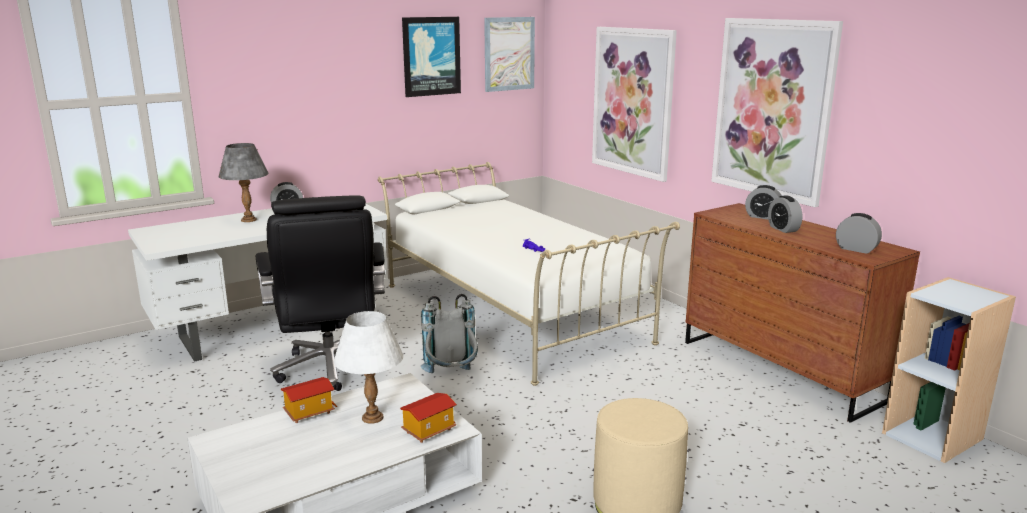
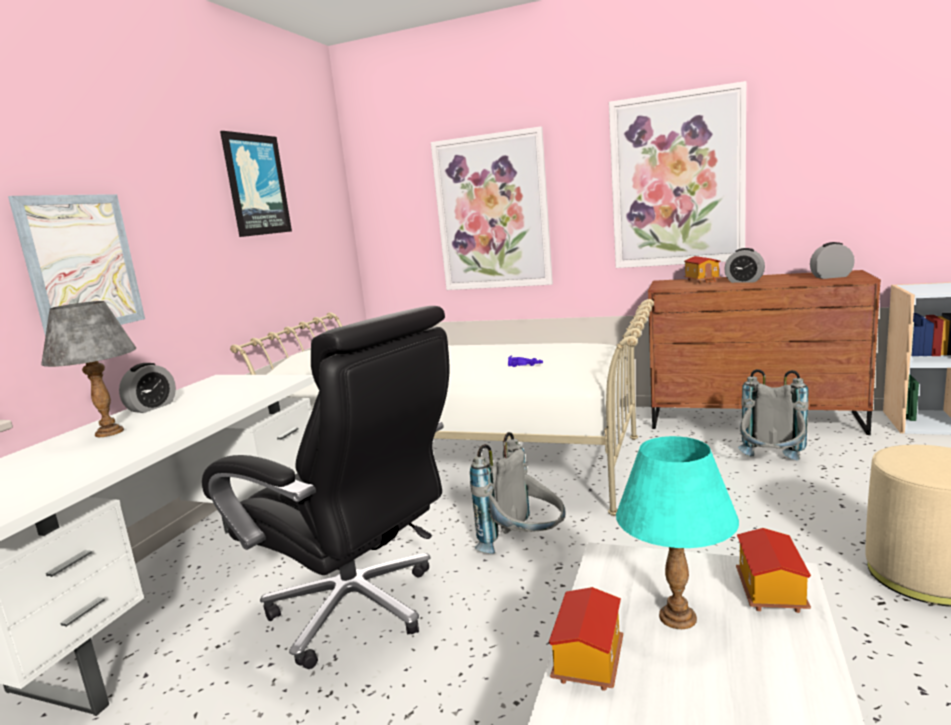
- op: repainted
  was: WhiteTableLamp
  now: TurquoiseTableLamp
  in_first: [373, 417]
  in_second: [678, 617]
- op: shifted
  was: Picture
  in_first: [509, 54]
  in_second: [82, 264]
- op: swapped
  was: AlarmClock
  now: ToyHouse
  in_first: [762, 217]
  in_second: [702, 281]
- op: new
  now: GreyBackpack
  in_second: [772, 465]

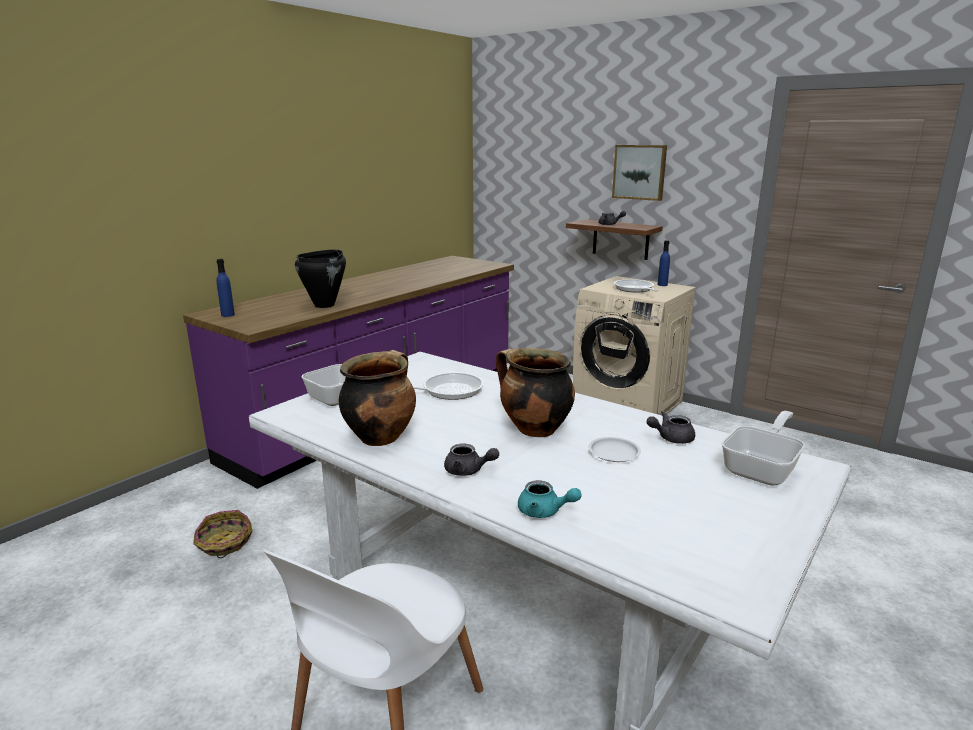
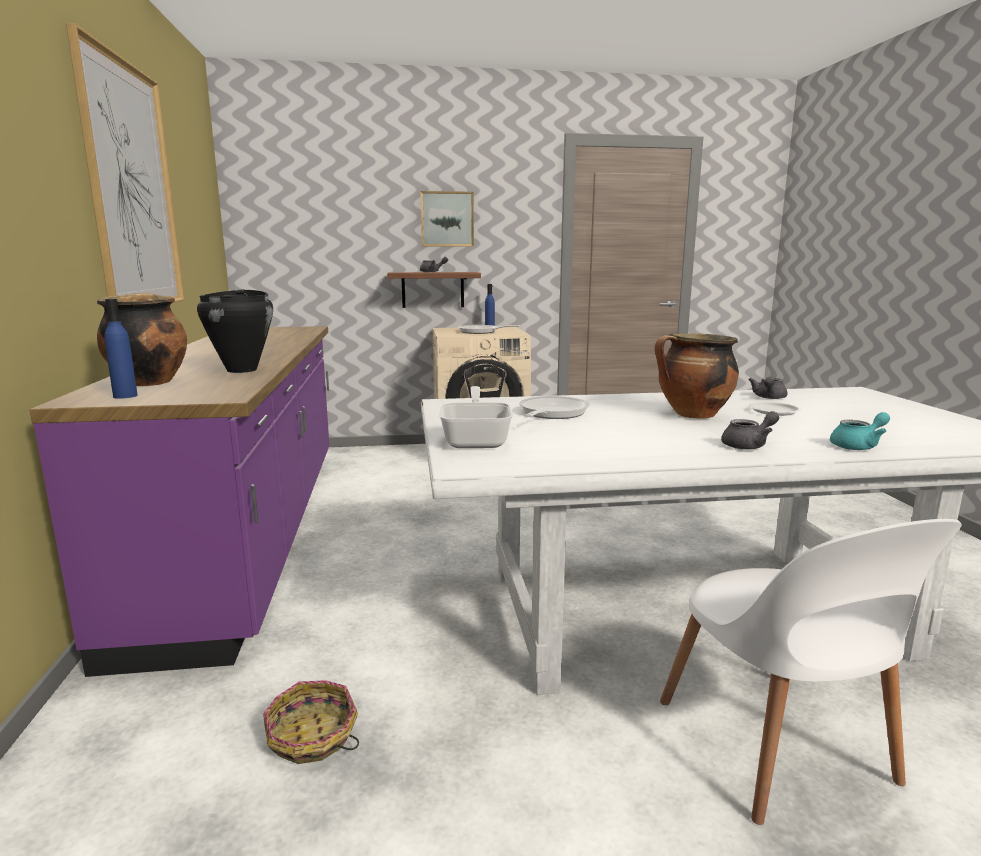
- op: shifted
  was: CookingPot
  in_first: [380, 436]
  in_second: [148, 382]
- op: gone
  was: FryingPan
  in_first: [763, 468]
- op: new
  now: Picture
  in_second: [132, 187]

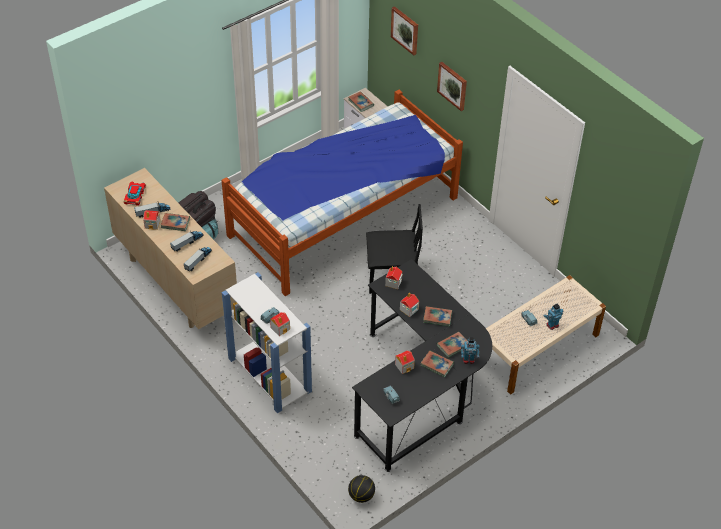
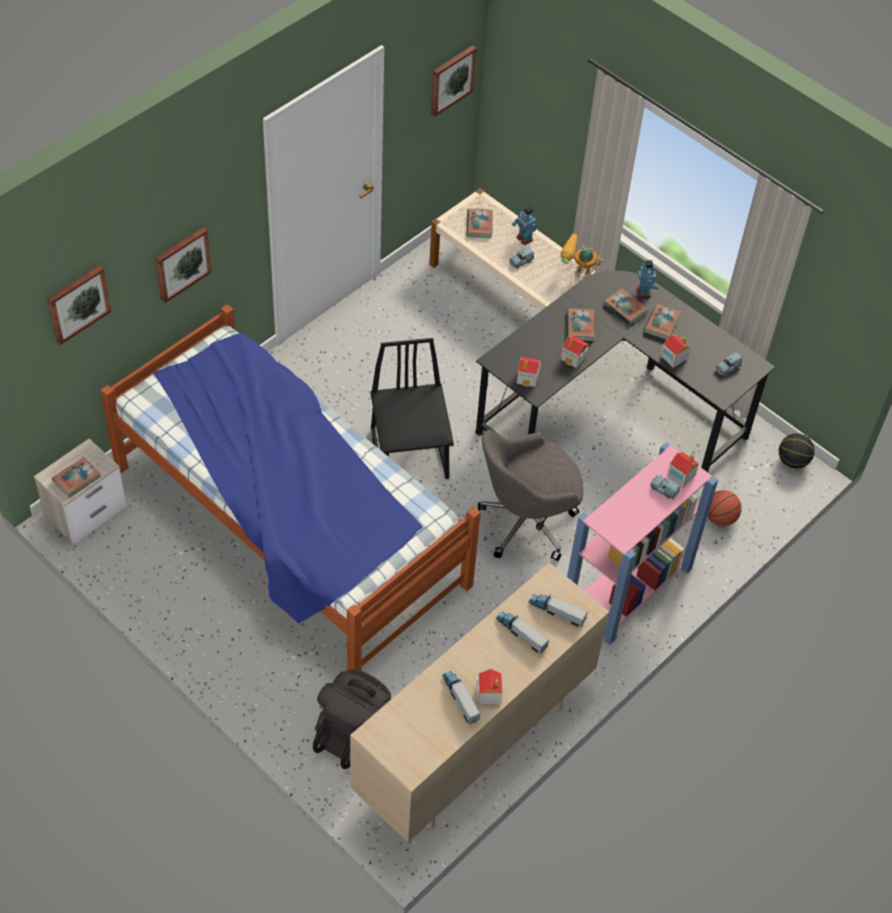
- op: gone
  was: ToyCar
  in_first: [135, 195]
- op: shifted
  was: Book
  in_first: [175, 223]
  in_second: [479, 225]
- op: repainted
  was: WhiteBookcase
  now: PinkBookcase
  in_first: [269, 374]
  in_second: [626, 587]
- op: new
  now: Picture
  in_second: [451, 79]
- op: new
  now: GreyOfficeChair
  in_second: [526, 524]
- op: new
  now: ToyRobot
  in_second: [576, 273]
- op: new
  now: Basketball
  in_second: [720, 518]

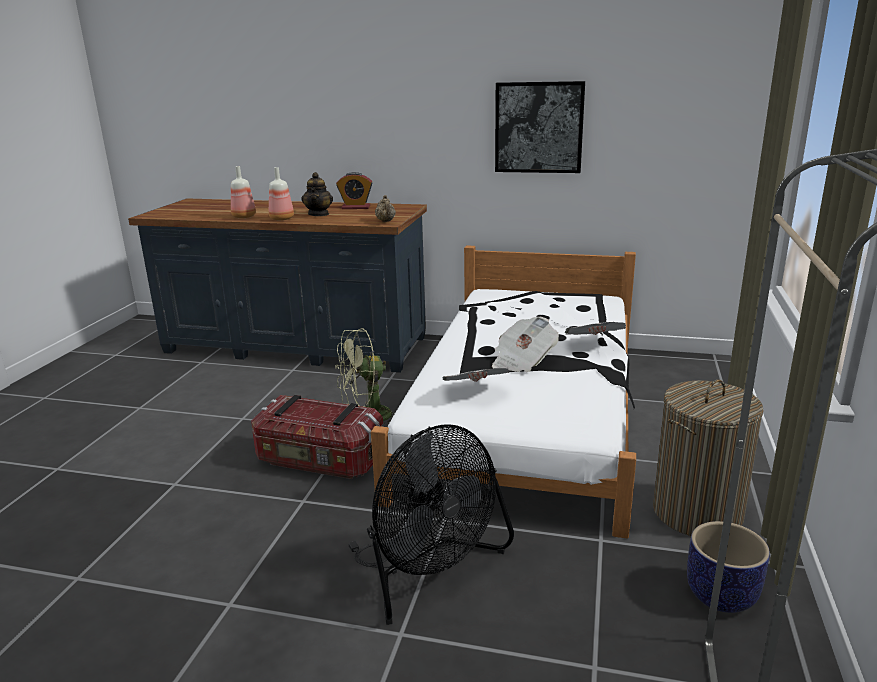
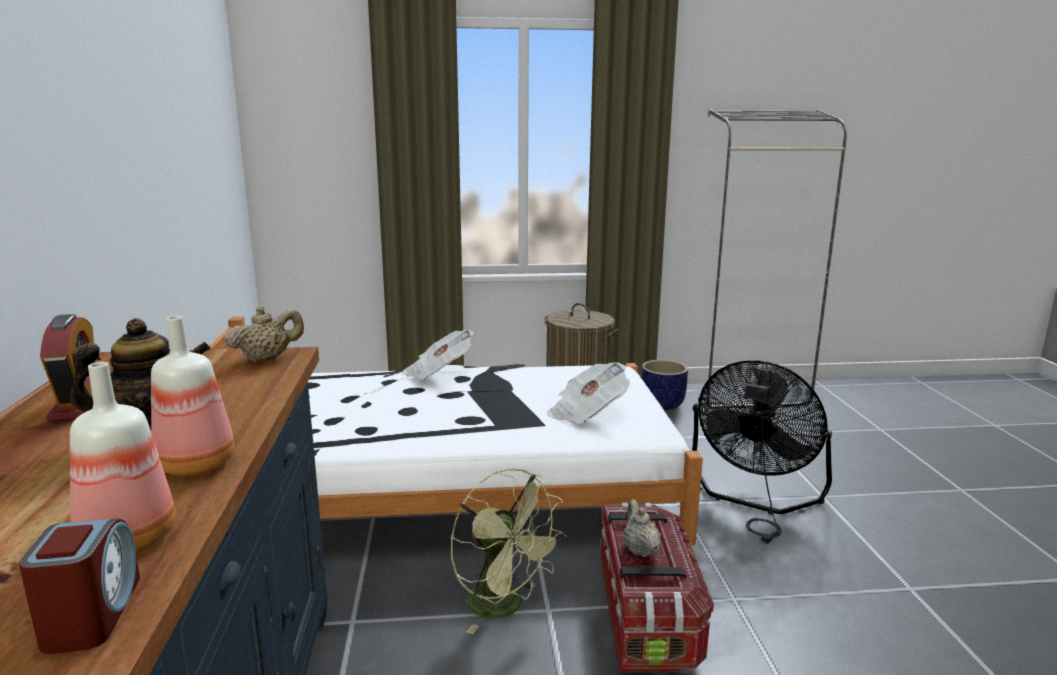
- op: gone
  was: Newspaper
  in_first: [522, 362]
- op: gone
  was: Picture
  in_first: [539, 127]
- op: new
  now: AlarmClock
  in_second: [92, 614]
- op: new
  now: BeigeTeapot
  in_second: [639, 549]

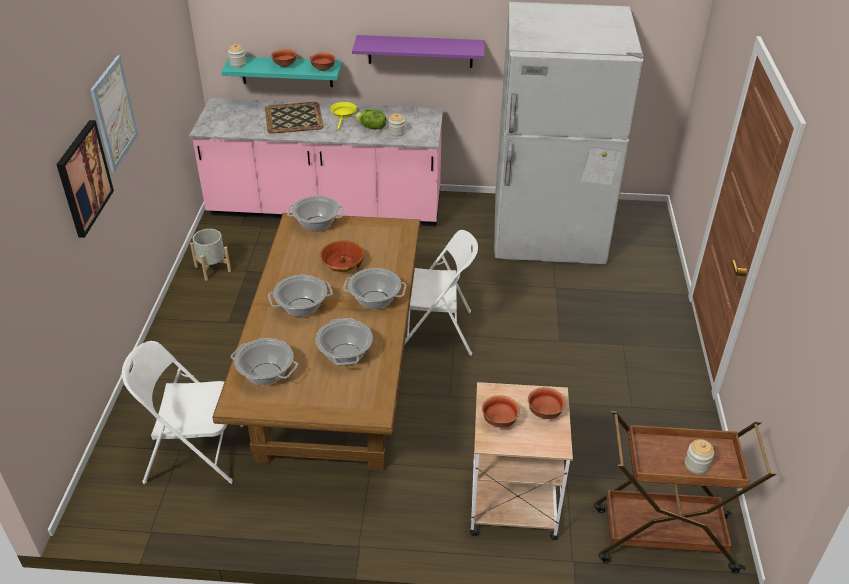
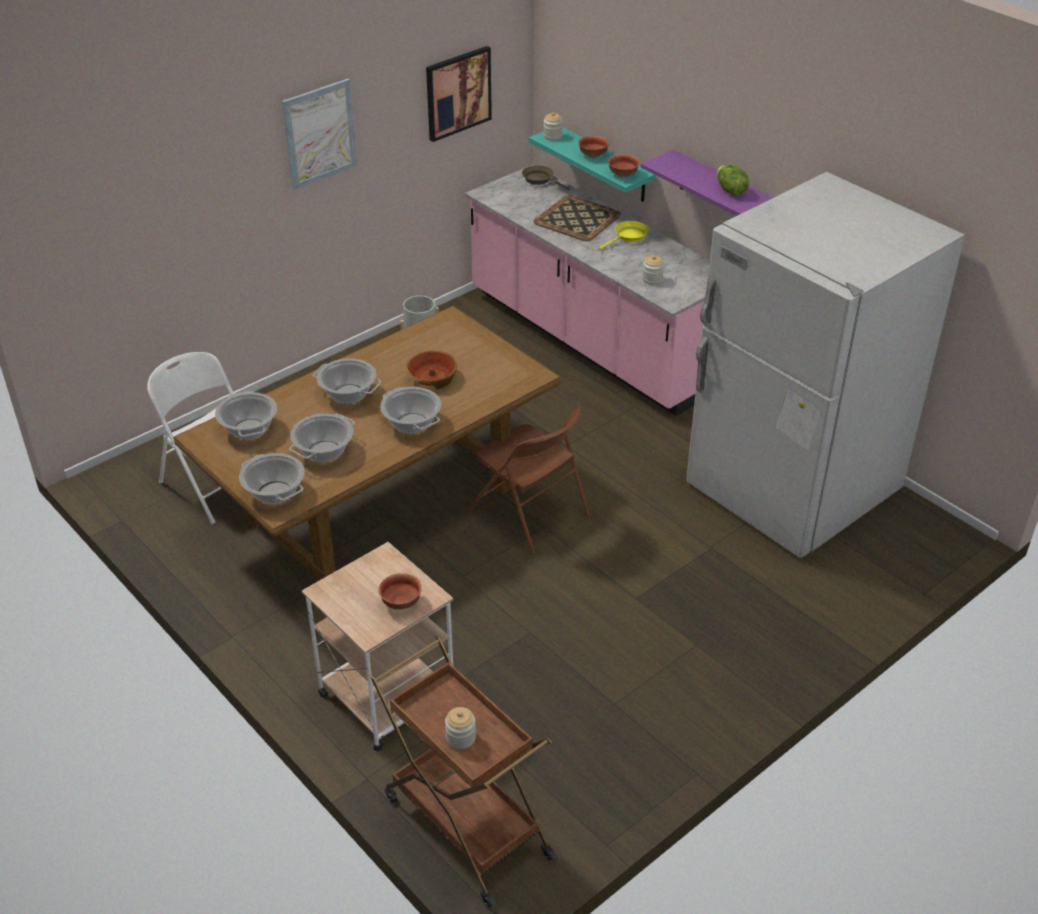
- op: shifted
  was: Picture
  in_first: [83, 178]
  in_second: [458, 93]
- op: shifted
  was: CookingPot
  in_first: [316, 224]
  in_second: [274, 493]
- op: shifted
  was: Lettuce
  in_first: [371, 127]
  in_second: [730, 190]
- op: repainted
  was: WhiteChair
  now: BrownChair
  in_first: [434, 332]
  in_second: [528, 512]
- op: gone
  was: Bowl
  in_first: [499, 421]
- op: new
  now: BrownFryingPan
  in_second: [540, 180]

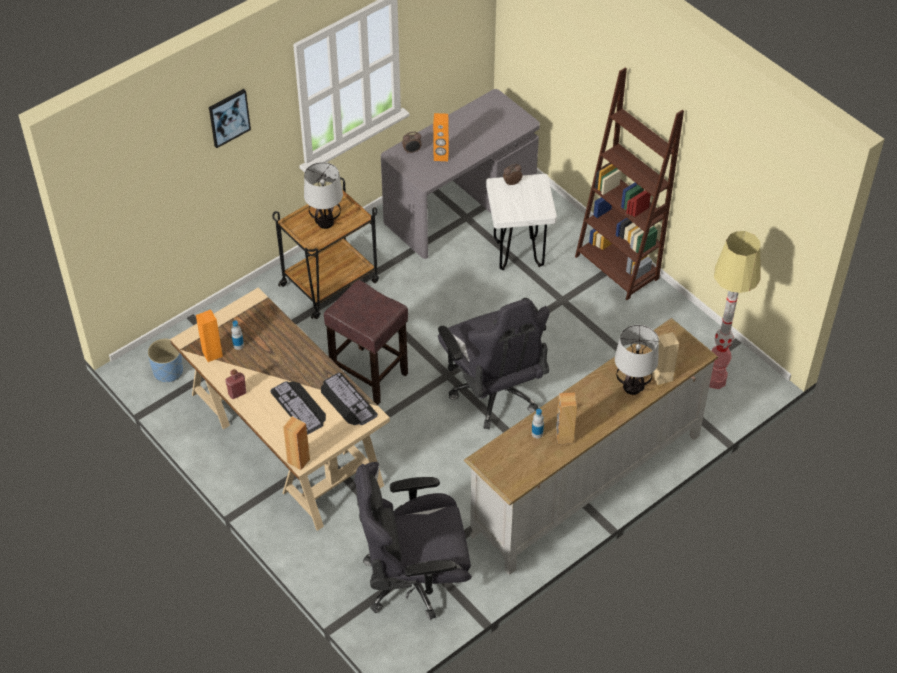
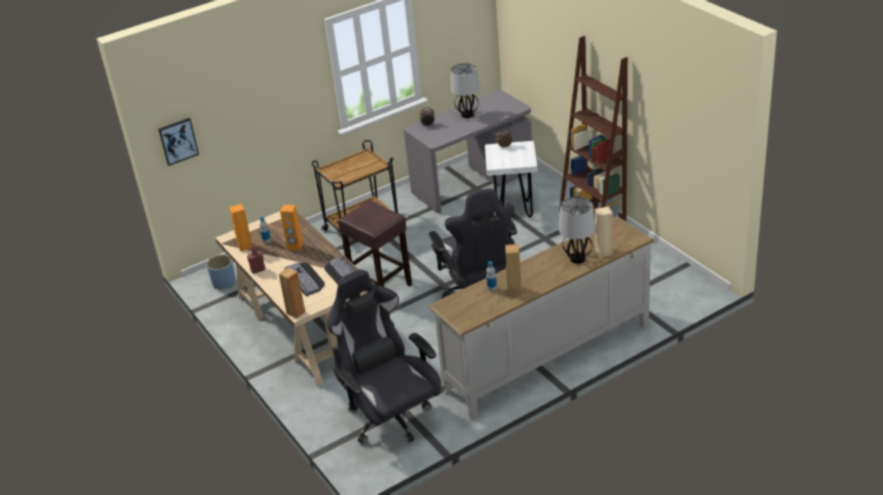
- op: shifted
  was: Picture
  in_first: [228, 117]
  in_second: [178, 141]
- op: shifted
  was: TableLamp
  in_first: [325, 222]
  in_second: [467, 115]
- op: rotated
  was: BlackOfficeChair
  in_first: [416, 579]
  in_second: [392, 421]
  clockwise: 60
- op: shifted
  was: OrangeSpeaker
  in_first: [441, 156]
  in_second: [295, 246]
- op: gone
  was: FloorLamp
  in_first: [715, 380]

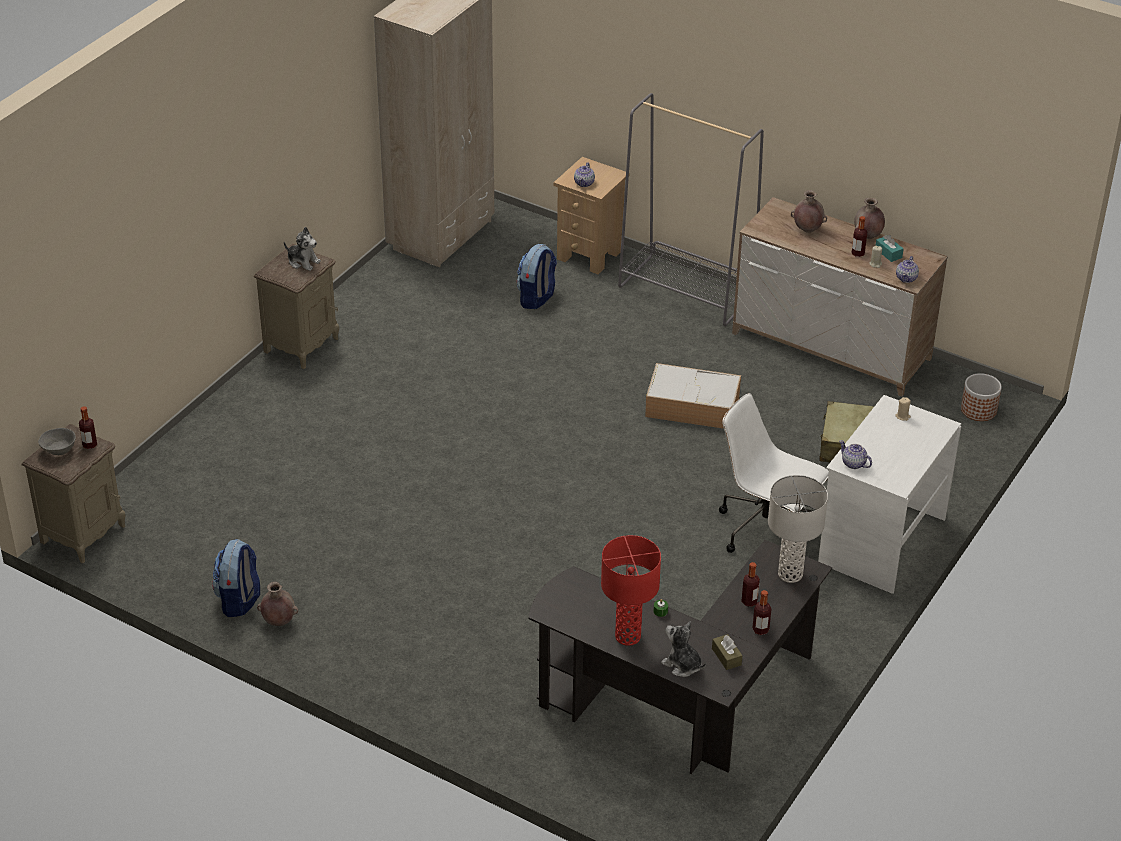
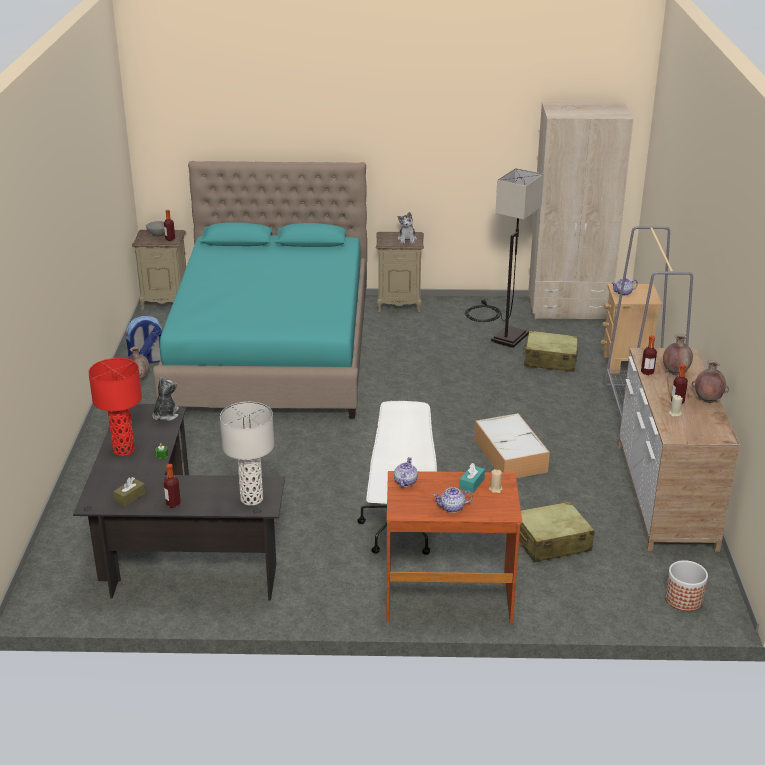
- op: swapped
  was: Backpack
  now: BeigeSuitcase
  in_first: [537, 298]
  in_second: [550, 360]
- op: shifted
  was: PlushToy
  in_first: [682, 665]
  in_second: [165, 415]
- op: shifted
  was: Bottle
  in_first: [749, 601]
  in_second: [647, 372]
- op: repainted
  was: WhiteDesk
  now: BrownDesk
  in_first: [881, 540]
  in_second: [448, 594]
- op: shifted
  was: TurquoiseTissueBox
  in_first: [888, 253]
  in_second: [471, 484]
- op: shifted
  was: Teapot
  in_first: [906, 278]
  in_second: [452, 508]
- op: new
  now: TurquoiseBed
  in_second: [272, 351]
- op: new
  now: FloorLamp
  in_second: [495, 325]

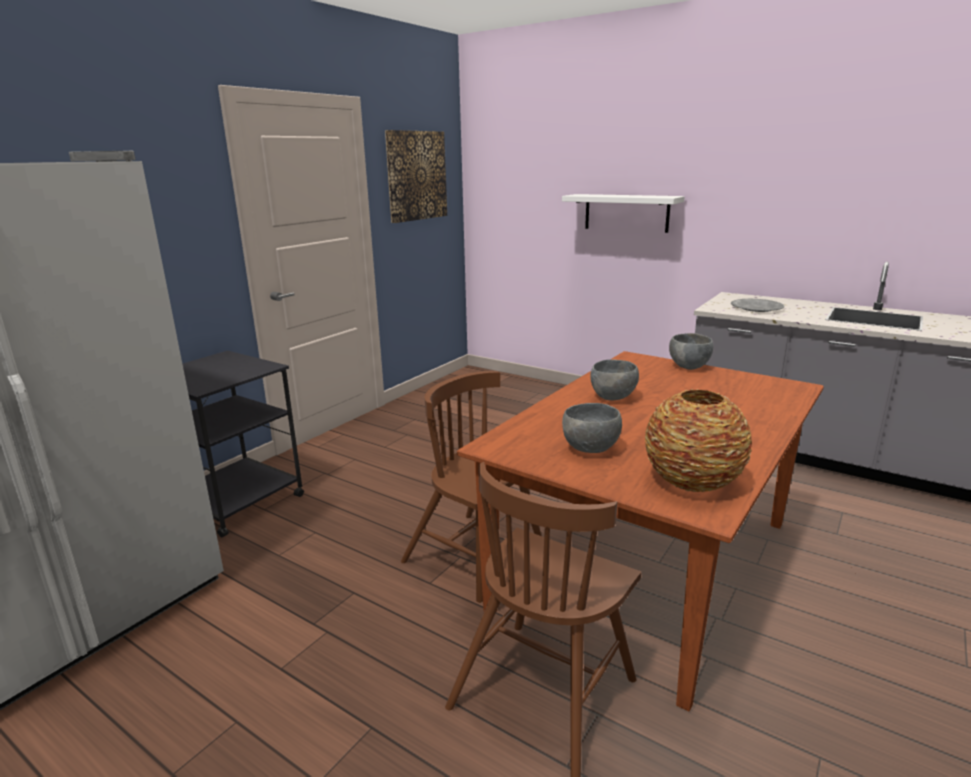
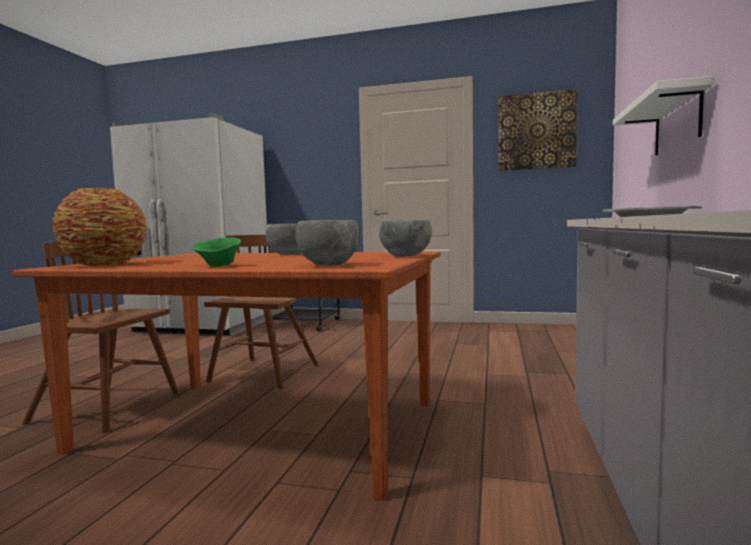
- op: shifted
  was: GreyBowl
  in_first: [591, 449]
  in_second: [328, 265]
- op: new
  now: GreenBowl
  in_second: [219, 266]

